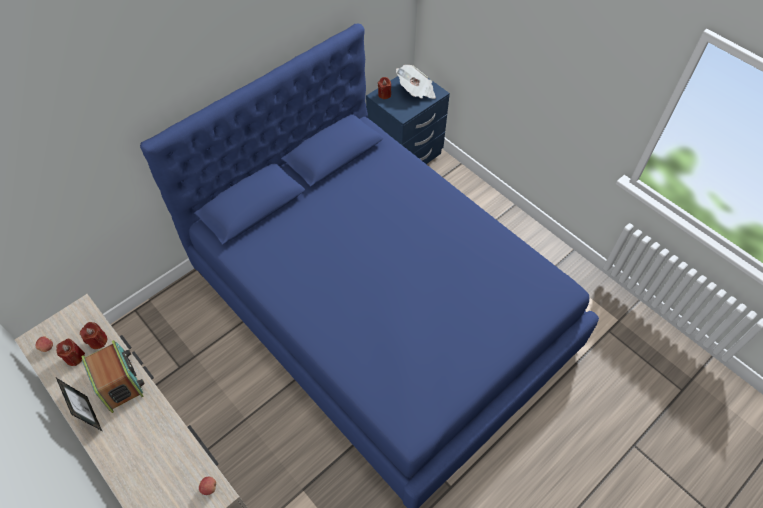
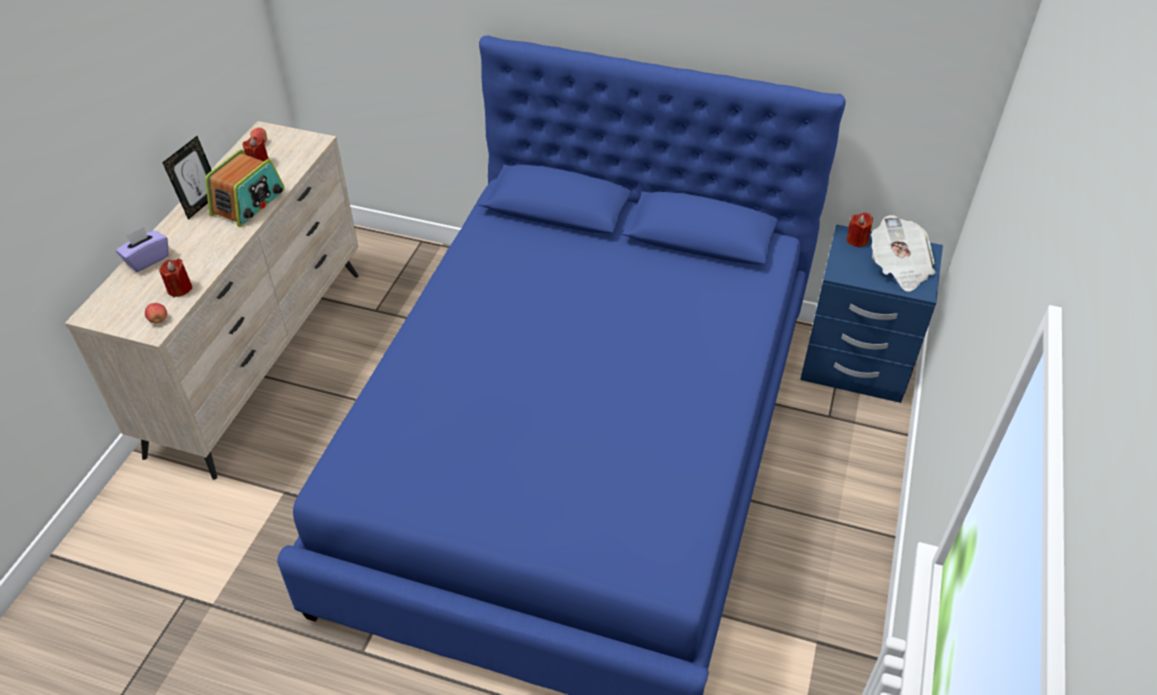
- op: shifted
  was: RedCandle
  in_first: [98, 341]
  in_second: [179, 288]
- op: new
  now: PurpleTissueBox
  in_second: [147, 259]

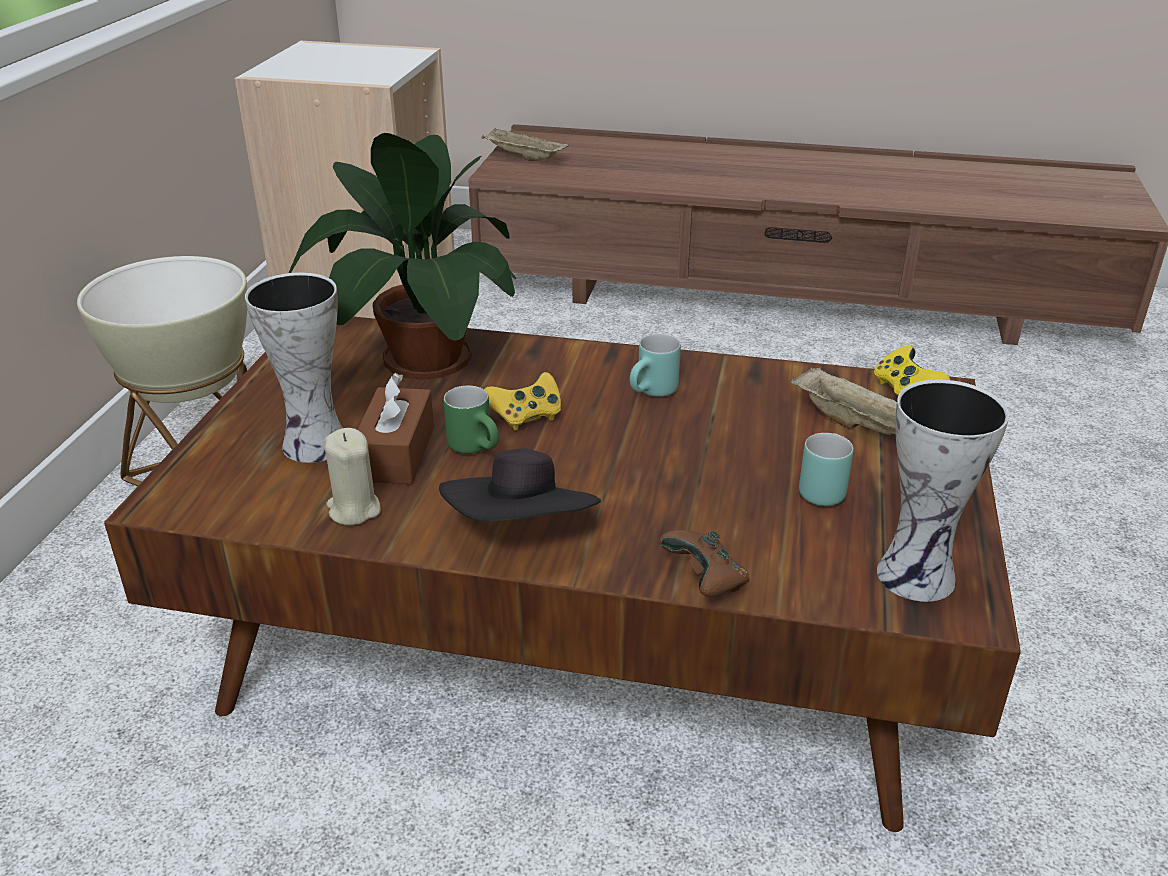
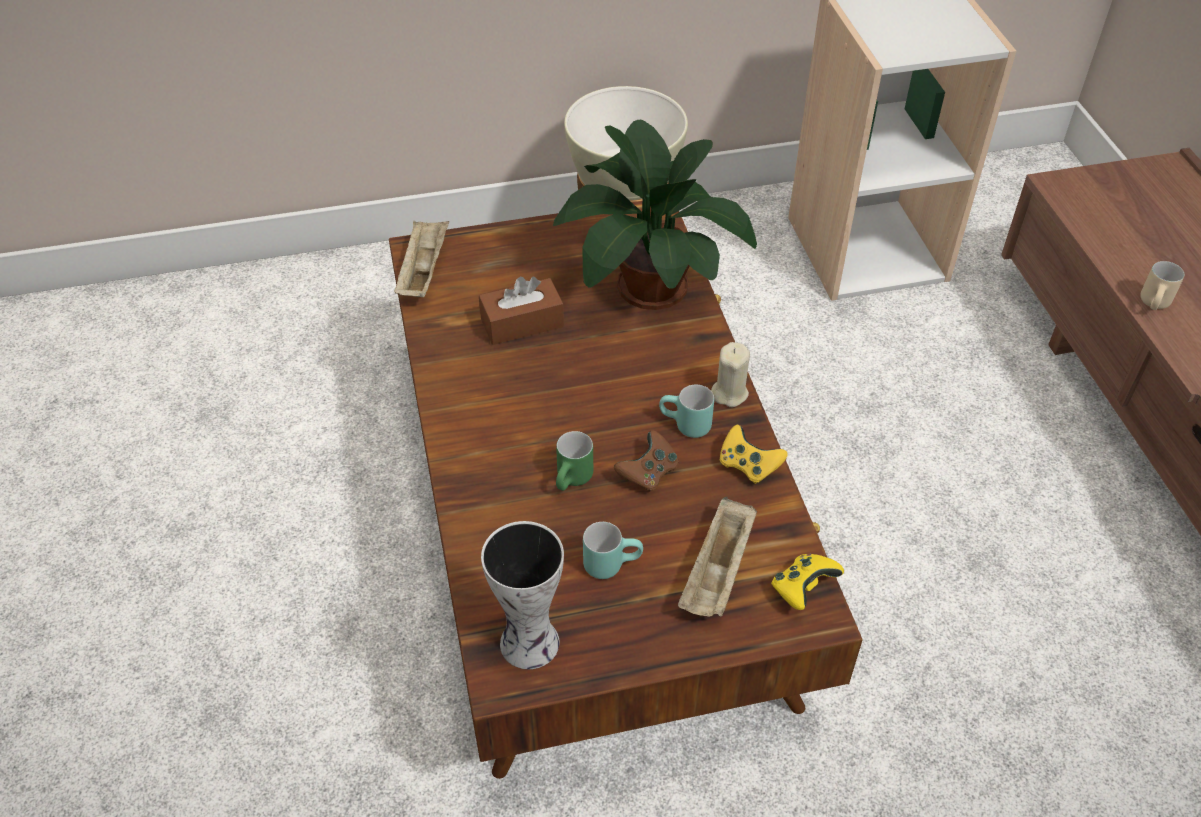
- op: gone
  was: Vase
  in_first: [312, 445]
- op: shifted
  was: BeigeCandle
  in_first: [354, 509]
  in_second: [729, 393]
- op: gone
  was: BlackHat
  in_first: [523, 531]
- op: shifted
  was: GreenMug
  in_first: [478, 447]
  in_second: [574, 481]
- op: shifted
  was: BeigeTray
  in_first: [523, 157]
  in_second: [423, 271]
- op: shifted
  was: YellowGameController
  in_first: [526, 417]
  in_second: [748, 466]
- op: shifted
  was: BrownGameController
  in_first: [706, 581]
  in_second: [648, 473]
- op: new
  now: BeigeMug
  in_second: [1155, 305]

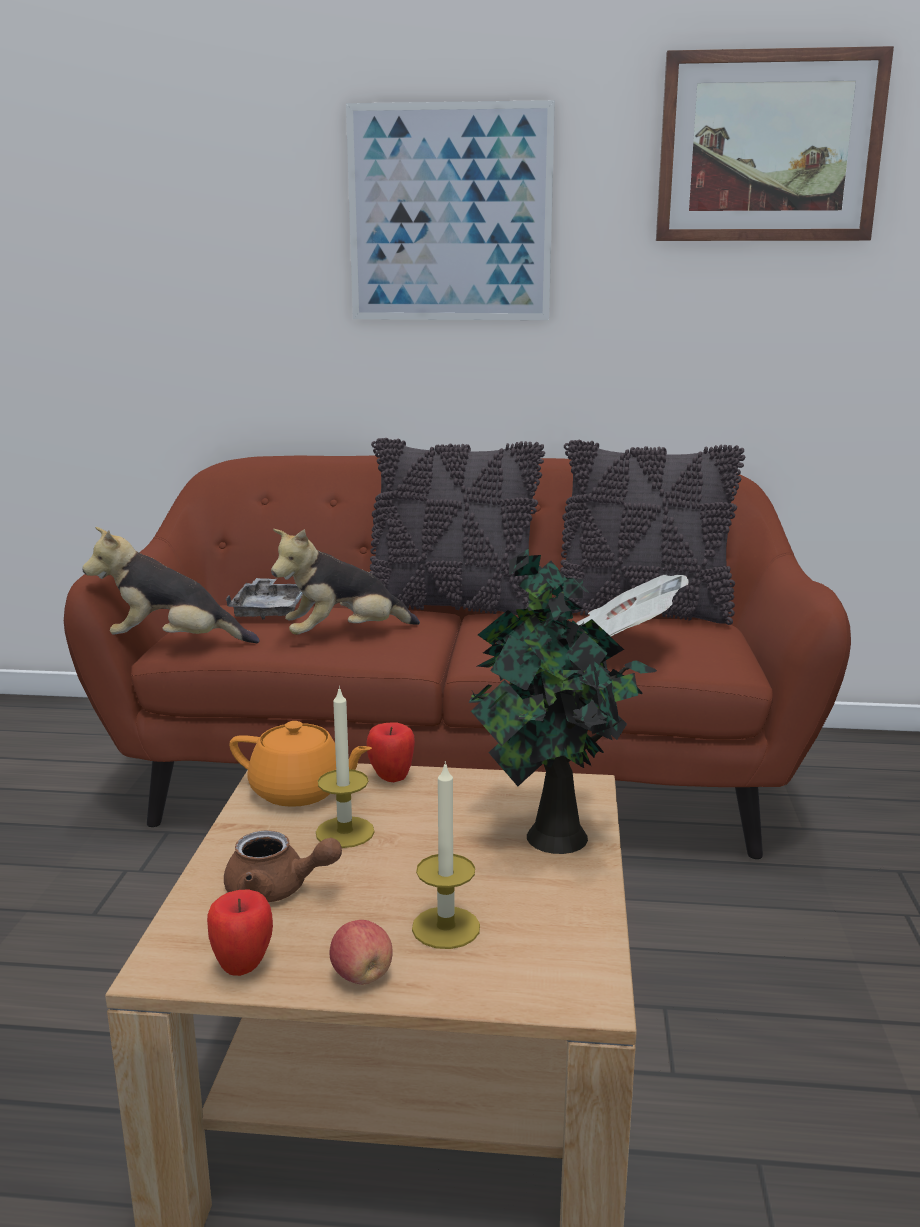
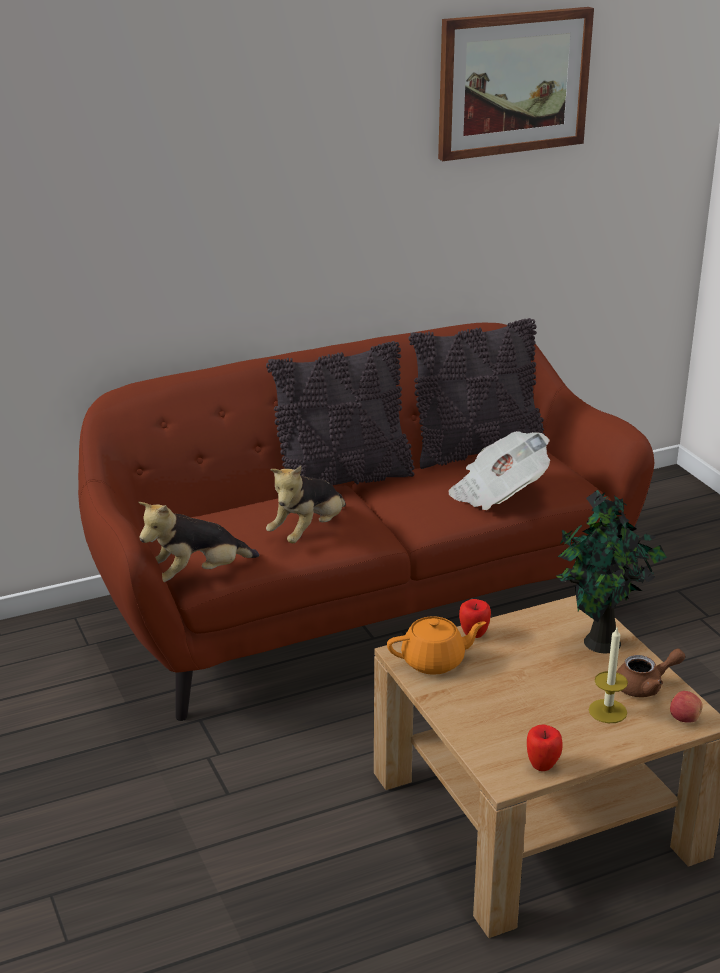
- op: shifted
  was: BrownTeapot
  in_first: [277, 890]
  in_second: [645, 686]
- op: gone
  was: GreyTray
  in_first: [270, 610]
- op: gone
  was: Candle
  in_first: [345, 832]
- op: shifted
  was: Apple
  in_first: [361, 976]
  in_second: [684, 719]
- op: gone
  was: Picture
  in_first: [450, 214]

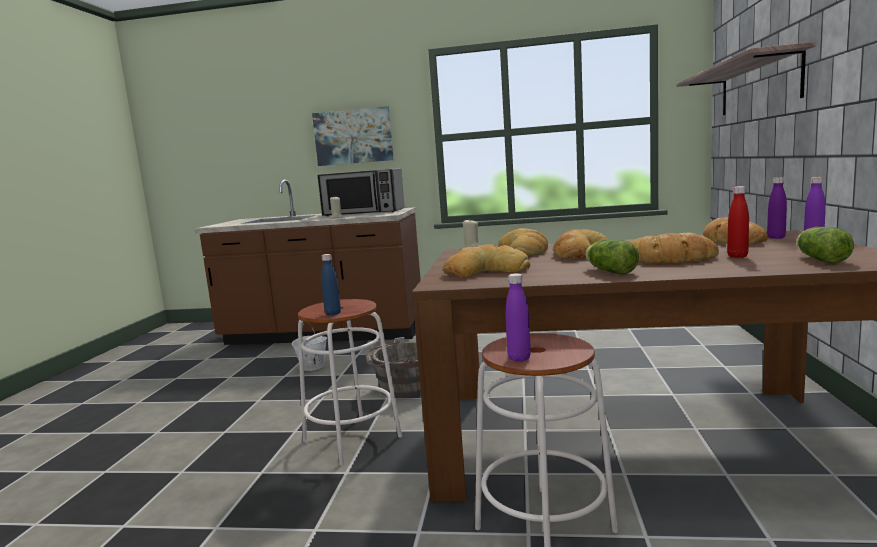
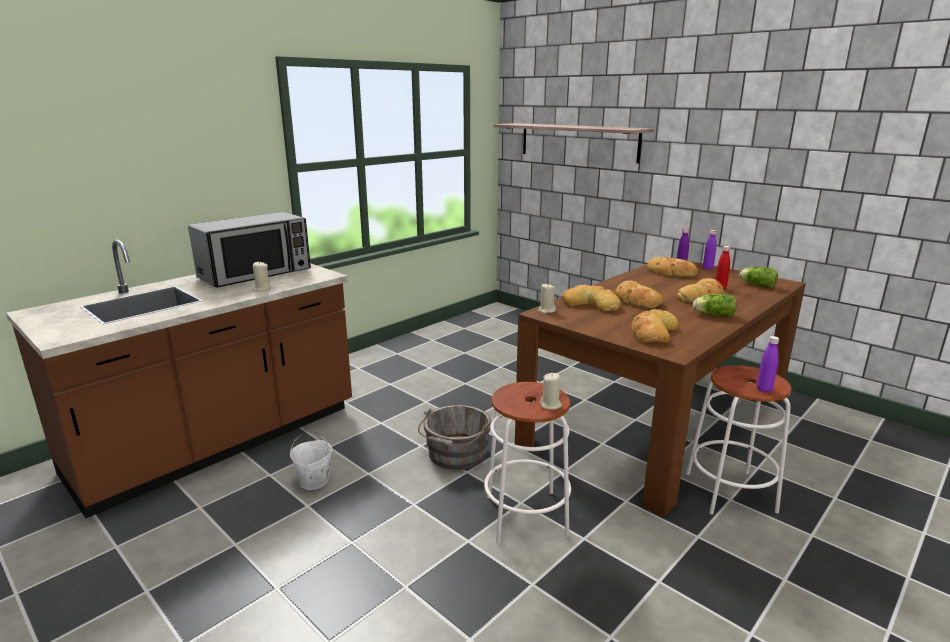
- op: gone
  was: Picture
  in_first: [353, 136]
- op: swapped
  was: BlueBottle
  now: BeigeCandle
  in_first: [333, 313]
  in_second: [550, 405]

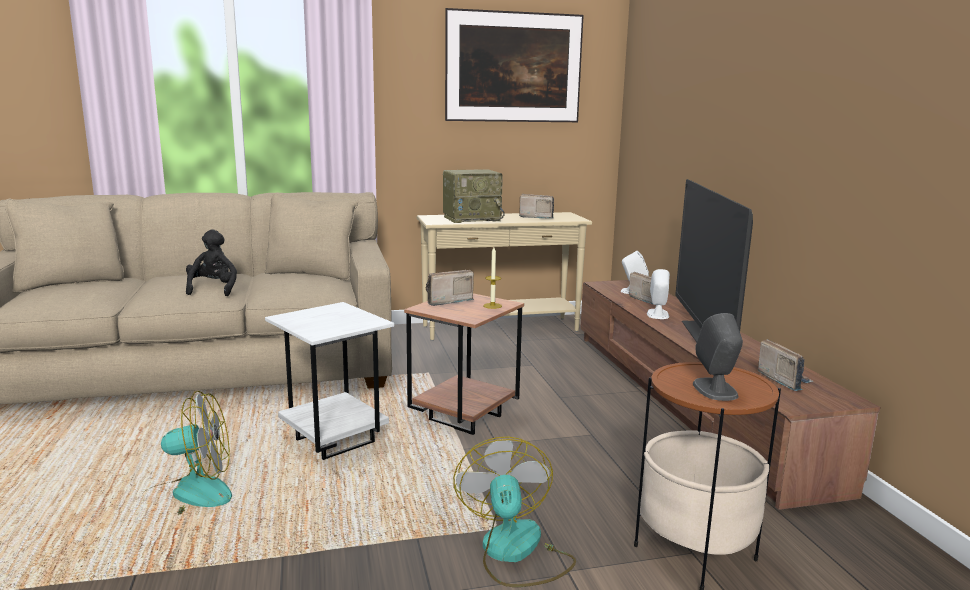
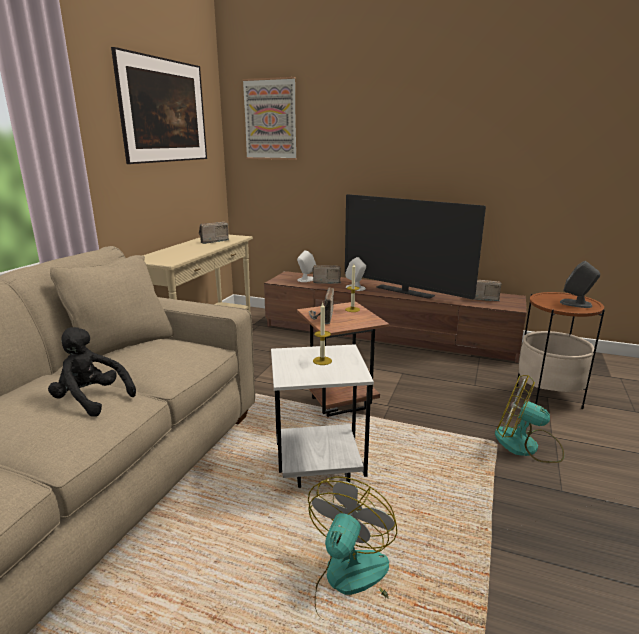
- op: gone
  was: Radio
  in_first: [472, 218]
- op: new
  now: Picture
  in_second: [270, 119]
- op: new
  now: Candle
  in_second: [322, 361]

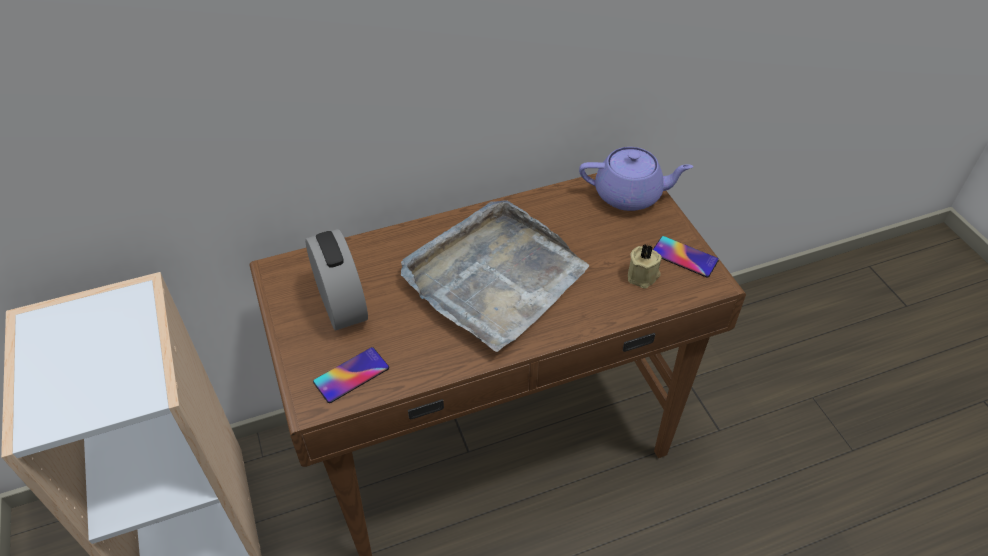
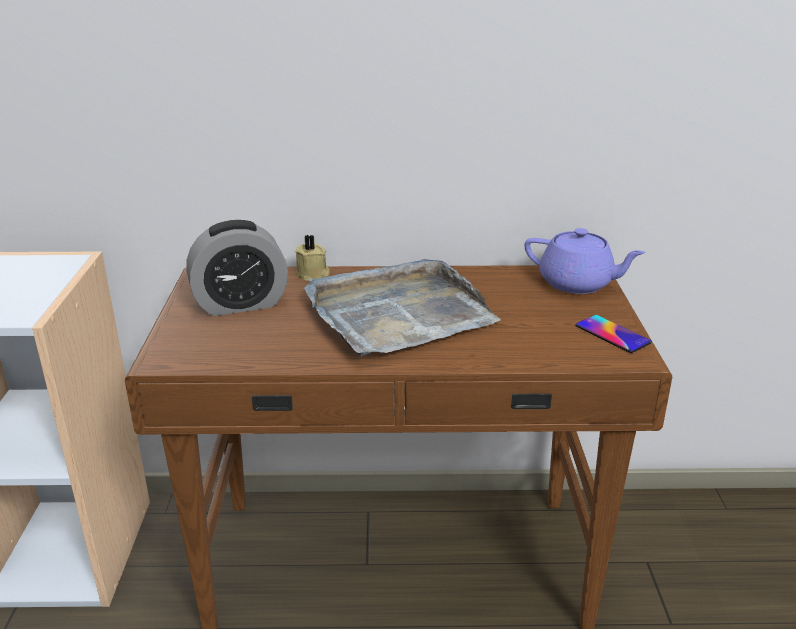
- op: rotated
  was: AlarmClock
  in_first: [341, 304]
  in_second: [240, 304]
  clockwise: 75
- op: gone
  was: Phone
  in_first: [351, 375]
- op: shifted
  was: BeigeCandle
  in_first: [643, 276]
  in_second: [313, 274]

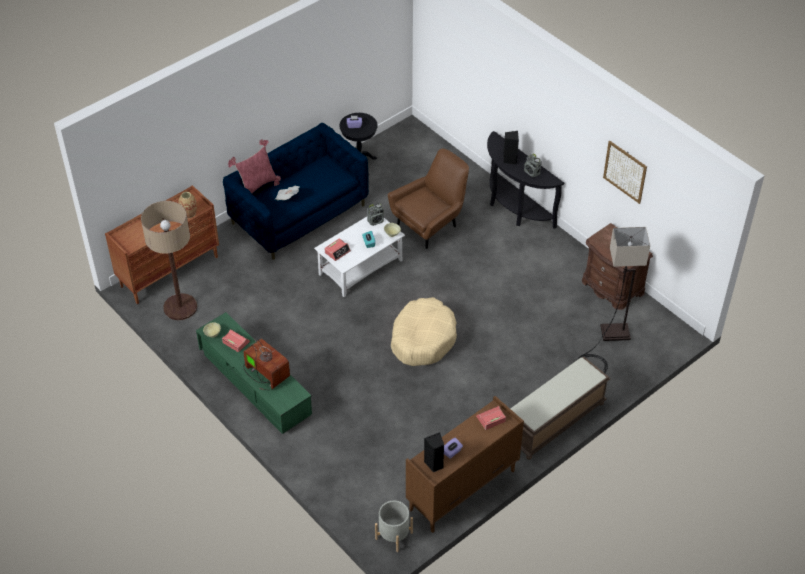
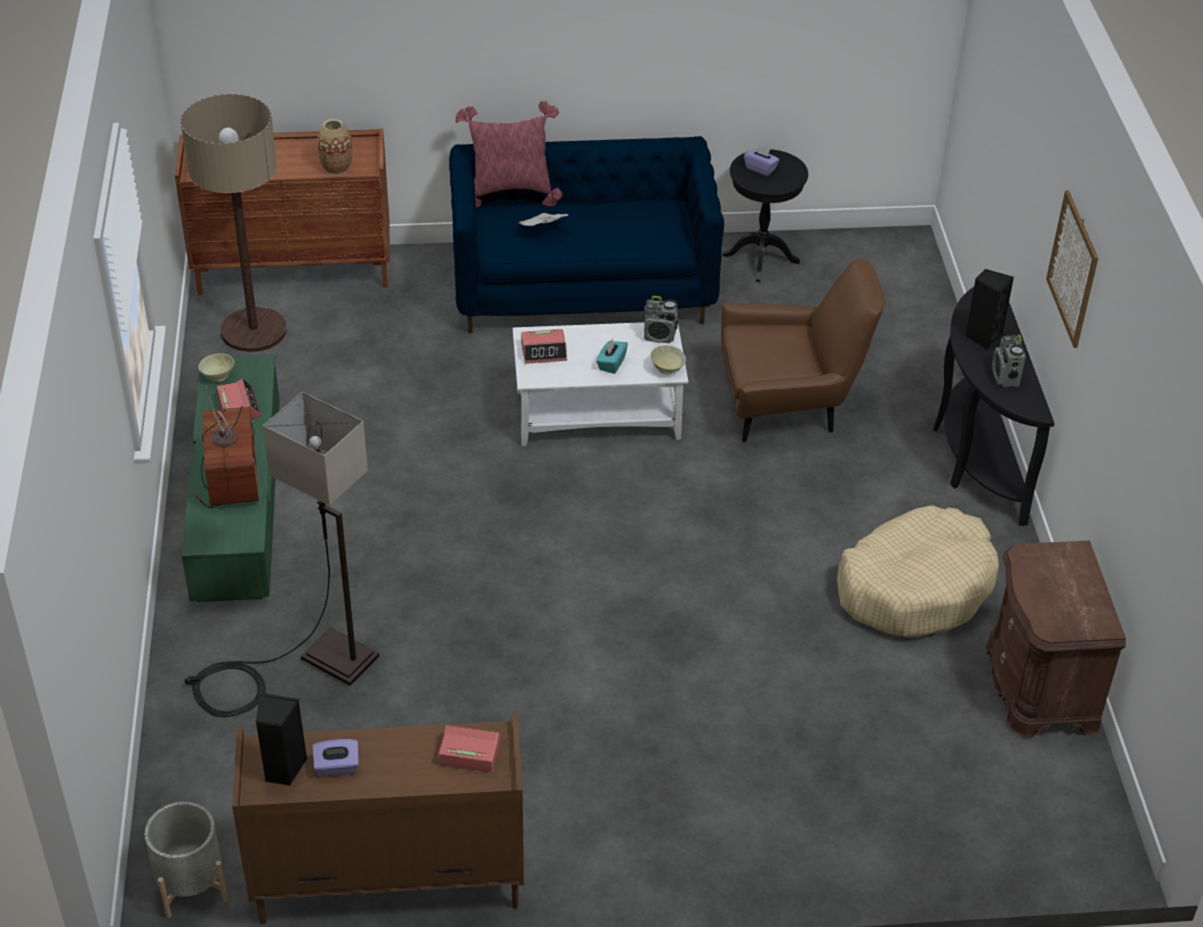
- op: shifted
  was: BeigeDogBed
  in_first: [423, 338]
  in_second: [915, 587]
- op: gone
  was: BrownBench
  in_first: [554, 422]
- op: shifted
  was: FloorLamp
  in_first: [601, 350]
  in_second: [279, 674]
- op: shifted
  was: Picture
  in_first: [625, 171]
  in_second: [1073, 267]

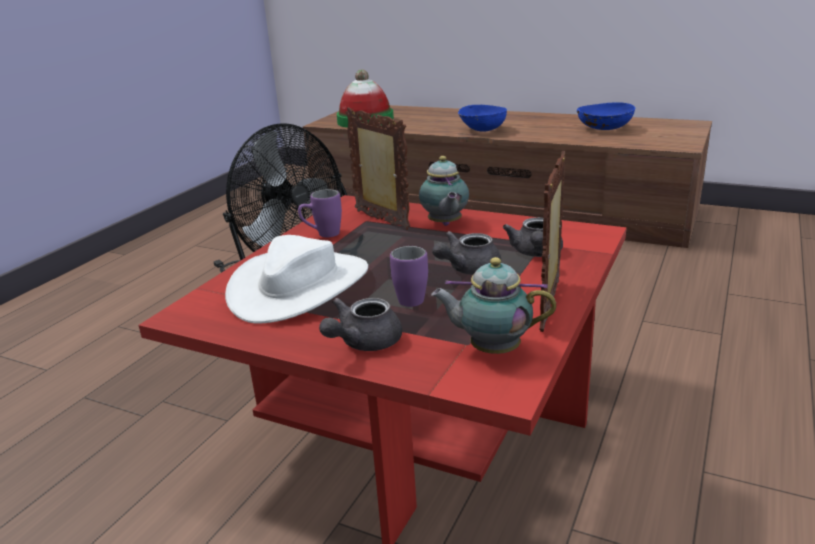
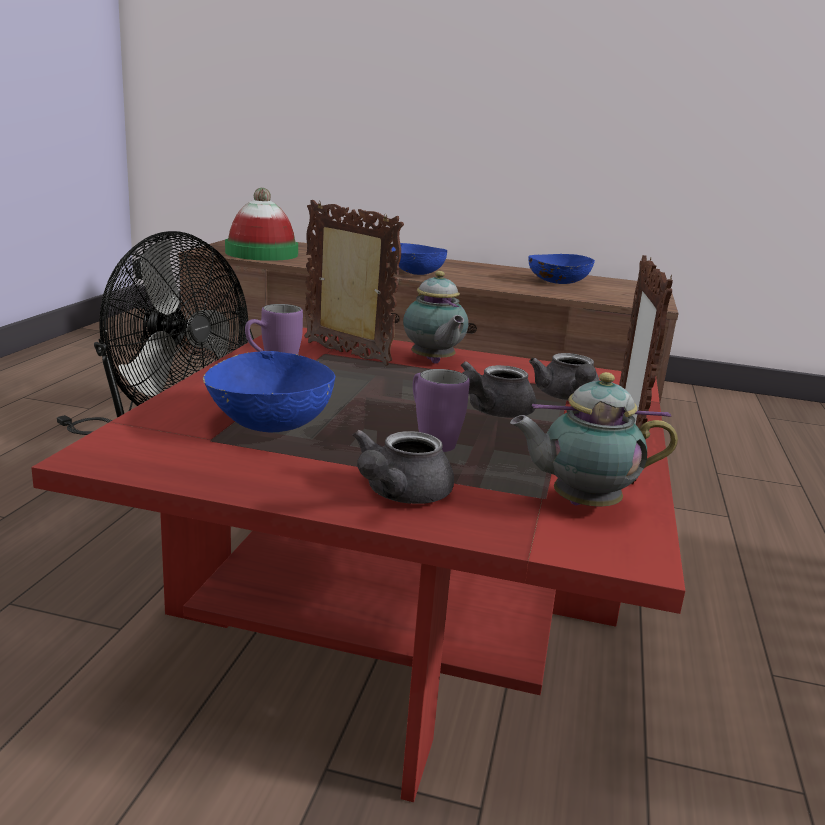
- op: swapped
  was: WhiteHat
  now: BlueBowl
  in_first: [299, 286]
  in_second: [269, 424]

